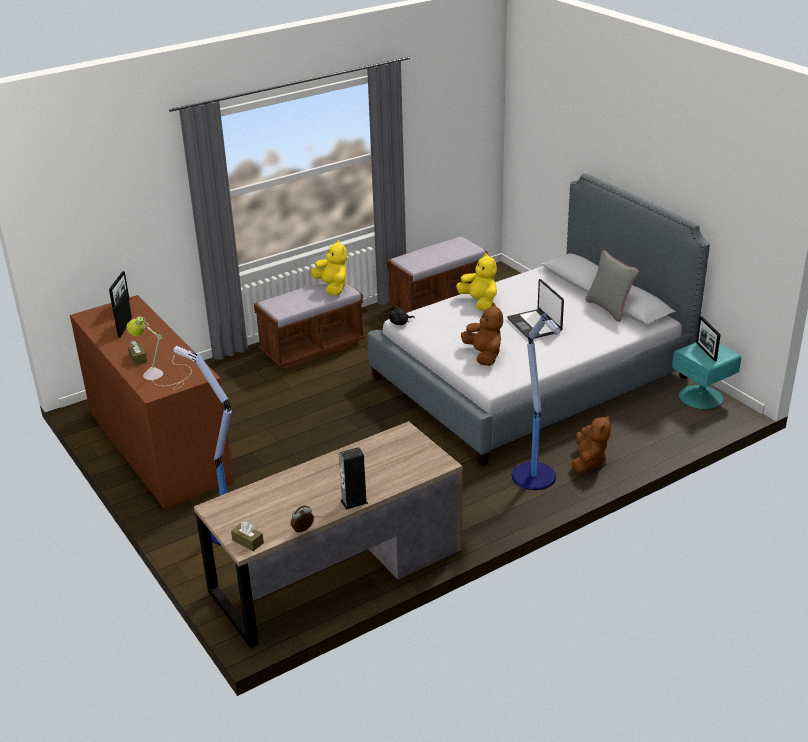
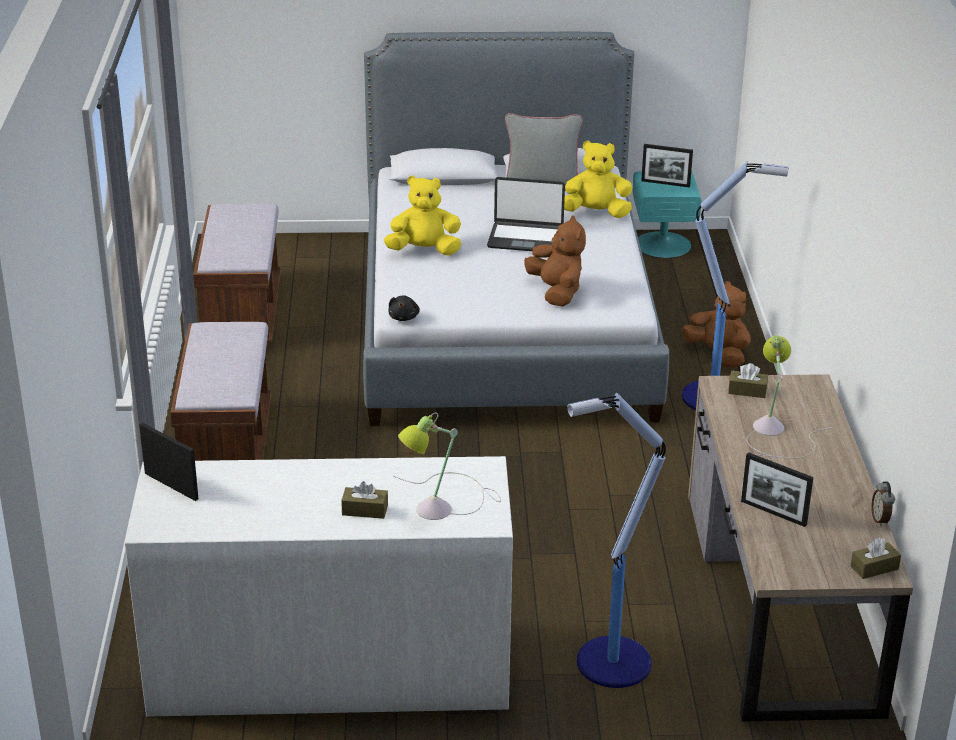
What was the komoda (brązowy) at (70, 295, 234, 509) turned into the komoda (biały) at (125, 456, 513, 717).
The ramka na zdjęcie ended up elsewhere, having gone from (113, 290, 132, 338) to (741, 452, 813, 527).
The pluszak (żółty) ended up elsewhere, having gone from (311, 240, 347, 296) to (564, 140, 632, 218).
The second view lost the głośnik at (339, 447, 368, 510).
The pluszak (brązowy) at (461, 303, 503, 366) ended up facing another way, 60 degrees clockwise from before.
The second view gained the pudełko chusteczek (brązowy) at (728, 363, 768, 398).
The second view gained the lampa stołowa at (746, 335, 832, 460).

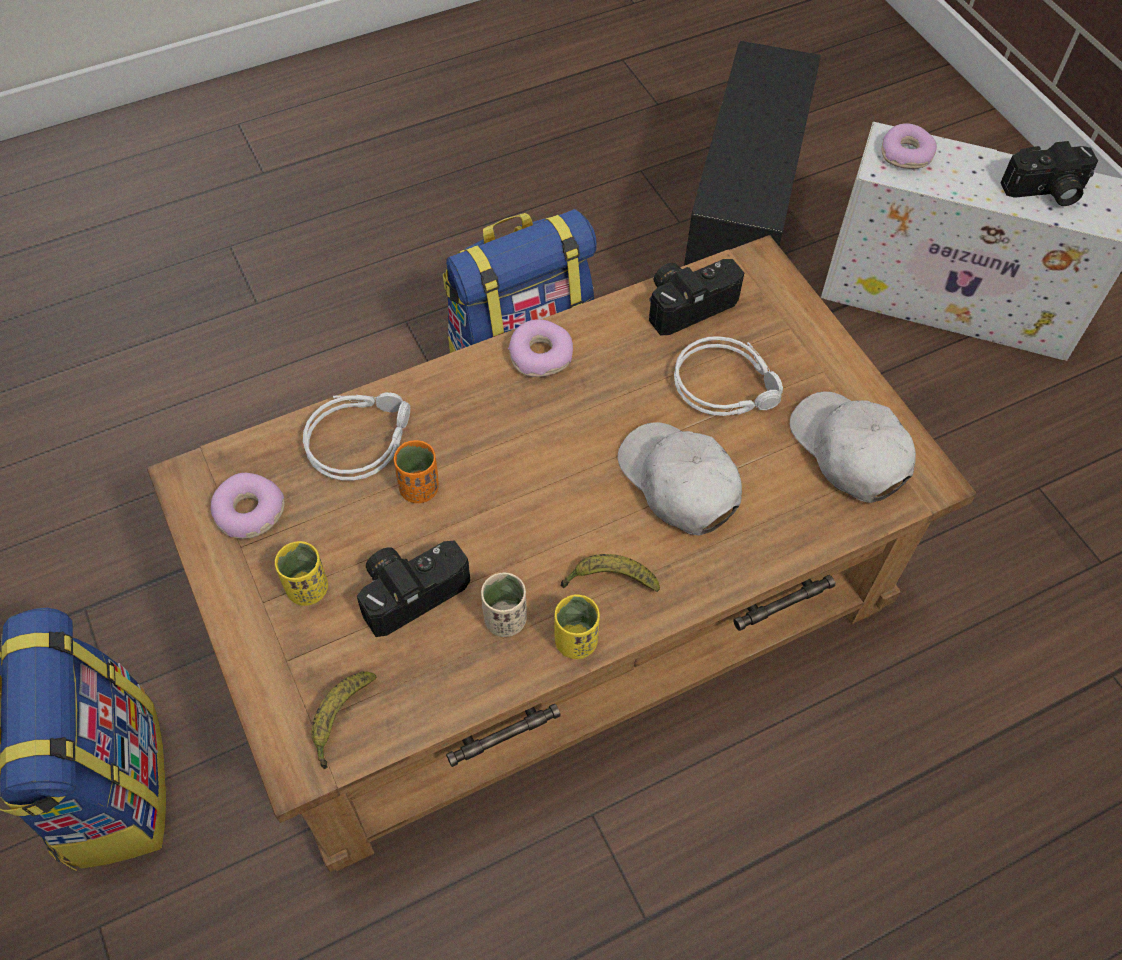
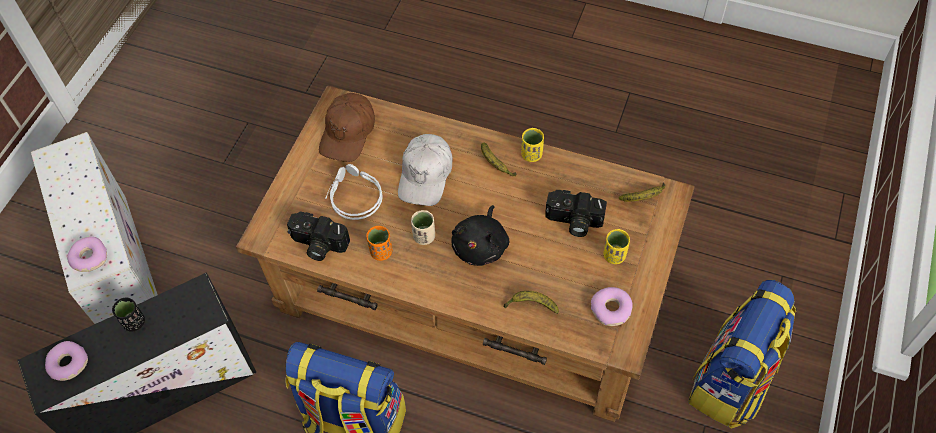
Where the słuchawki (szary) stood at (303, 392, 410, 481), the banan came to stand at (503, 291, 559, 314).
The filiżanka (pomarańczowy) ended up elsewhere, having gone from (394, 440, 439, 503) to (366, 226, 392, 261).
The filiżanka (beżowy) ended up elsewhere, having gone from (481, 572, 527, 637) to (411, 210, 435, 245).
The donut ended up elsewhere, having gone from (508, 319, 573, 377) to (45, 341, 88, 381).
What was the czapka z daszkiem (biały) at (790, 392, 916, 503) turned into the czapka z daszkiem (brązowy) at (319, 93, 375, 162).
The second view lost the aparat fotograficzny at (1000, 141, 1098, 206).
The second view gained the filiżanka (czarny) at (112, 298, 145, 332).
The second view gained the pluszak (czarny) at (451, 205, 509, 266).

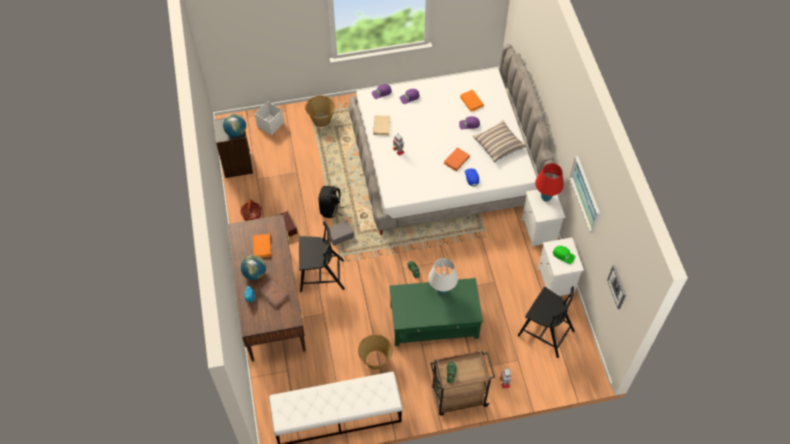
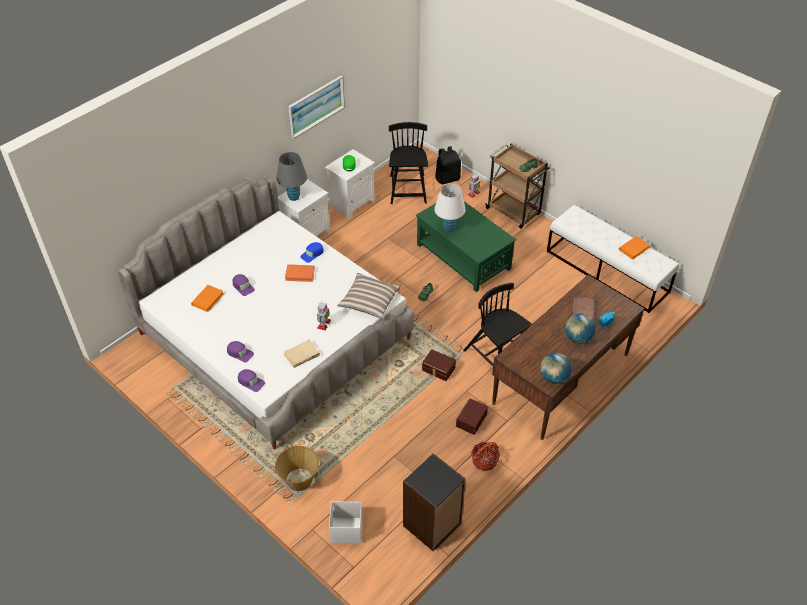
The globus ended up elsewhere, having gone from (223, 114, 246, 137) to (540, 353, 572, 384).
The książka (pomarańczowy) ended up elsewhere, having gone from (253, 234, 271, 258) to (619, 236, 650, 260).
The plecak (czarny) ended up elsewhere, having gone from (318, 186, 344, 218) to (435, 146, 461, 184).
What was the pojemnik do przechowywania (szary) at (329, 220, 354, 246) turned into the pojemnik do przechowywania (brązowy) at (422, 349, 456, 381).
The second view lost the koszyk at (358, 334, 393, 370).
The poduszka ended up elsewhere, having gone from (473, 120, 526, 162) to (337, 273, 401, 319).
What was the lampa stołowa (czerwony) at (535, 163, 564, 201) turned into the lampa stołowa (szary) at (277, 152, 307, 201).
The second view lost the obraz at (607, 265, 626, 309).

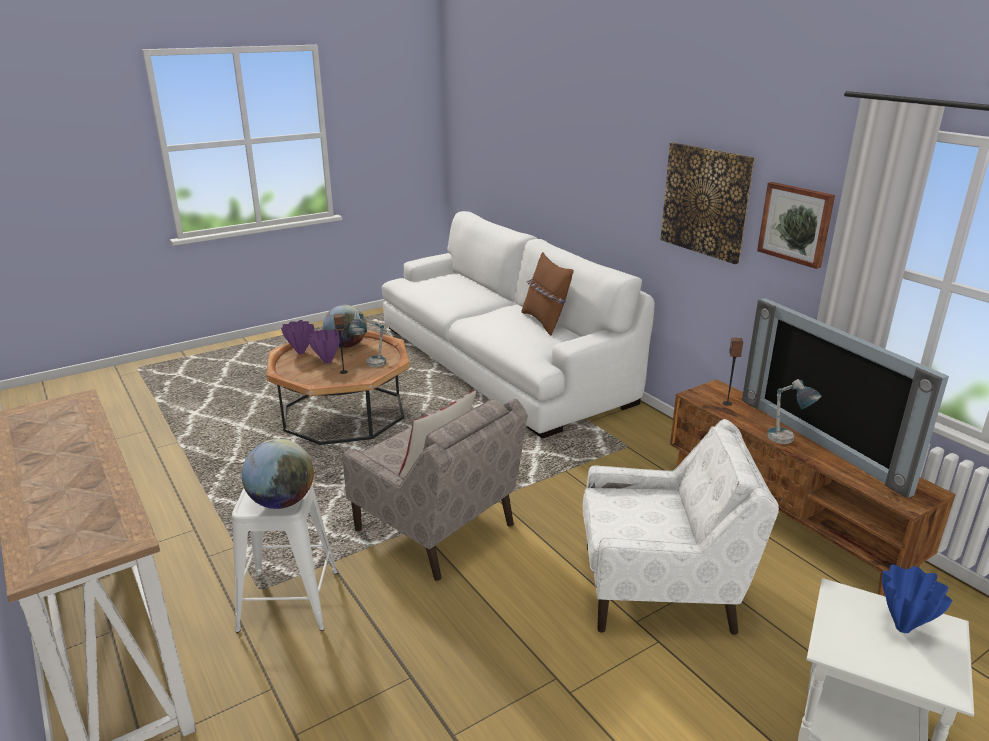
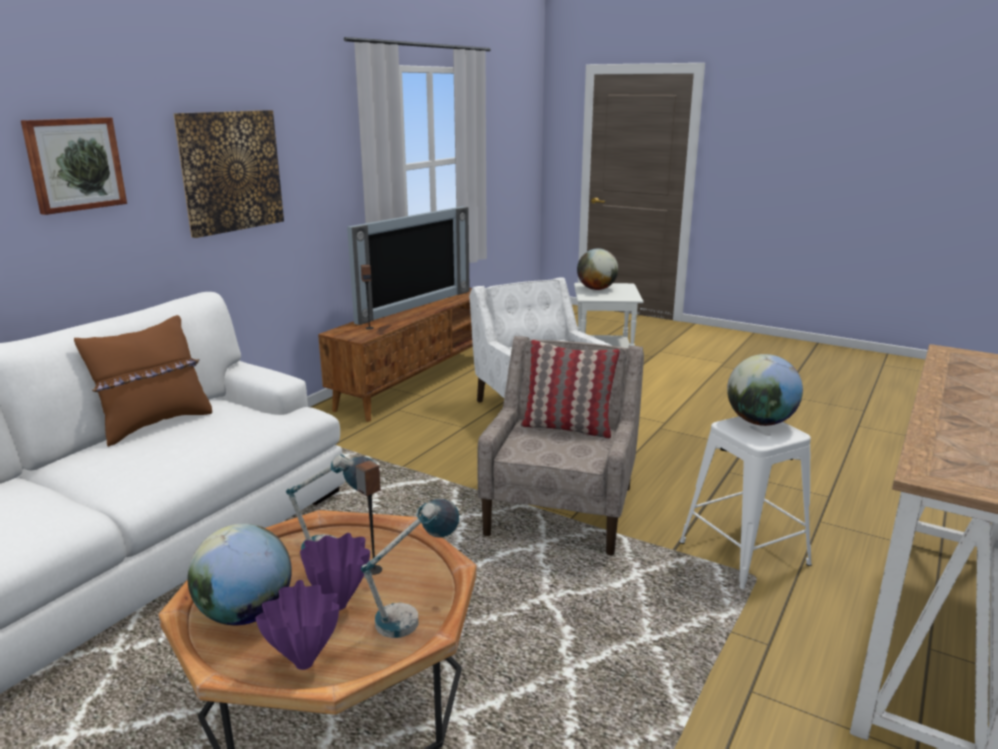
The obraz ended up elsewhere, having gone from (757, 182, 835, 269) to (21, 117, 127, 215).
The lampa stołowa ended up elsewhere, having gone from (767, 379, 822, 444) to (361, 499, 459, 638).
Where the wazon (niebieski) stood at (882, 564, 952, 633), the globus came to stand at (577, 248, 619, 290).

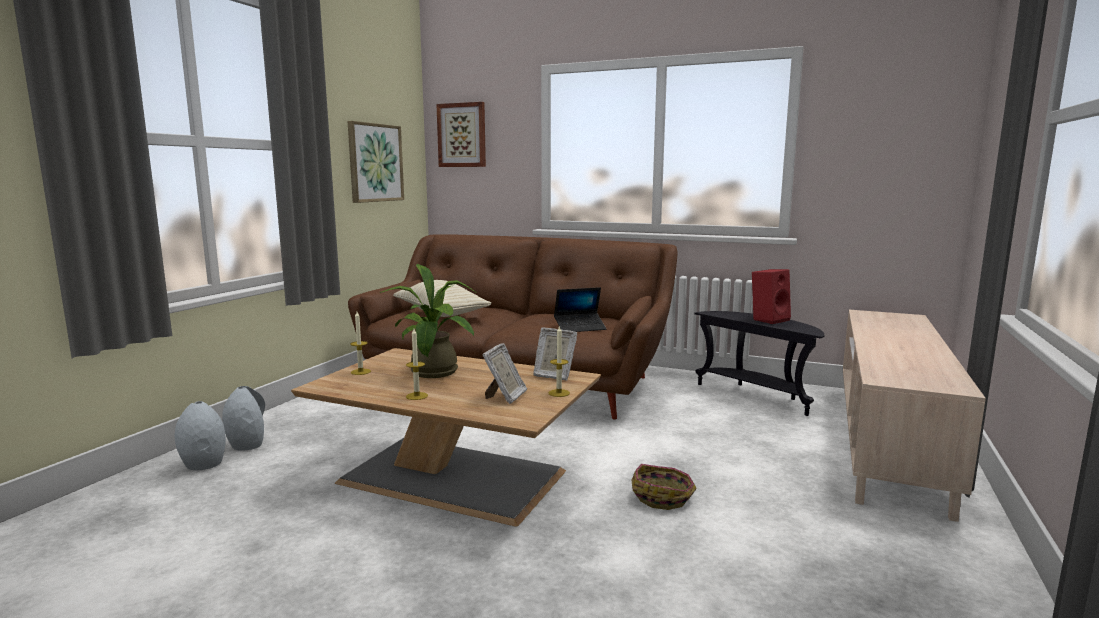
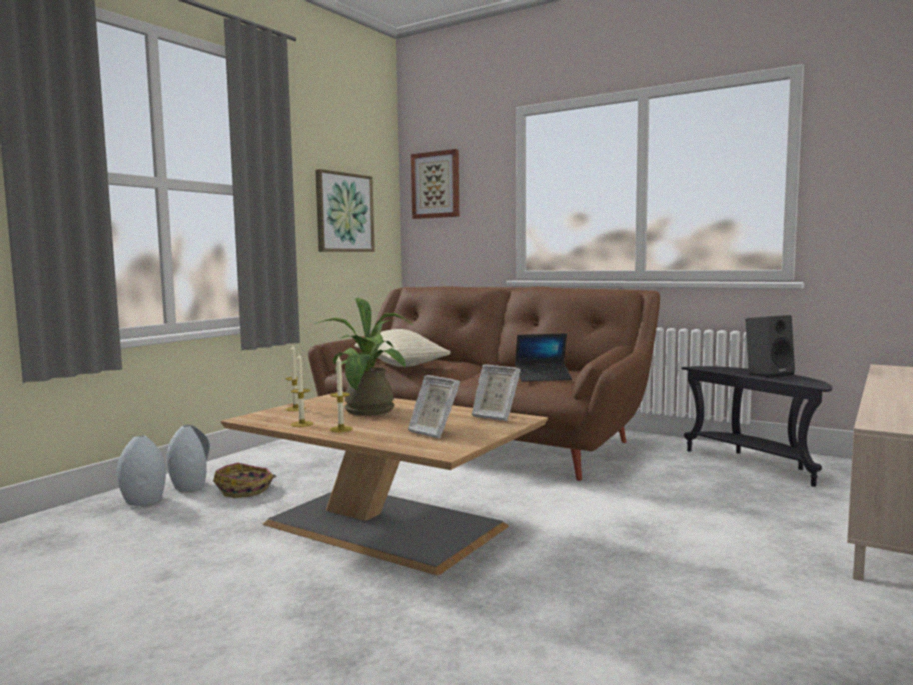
The ramka na zdjęcie at (482, 343, 527, 404) ended up facing another way, 105 degrees clockwise from before.
The świeca ended up elsewhere, having gone from (548, 326, 570, 397) to (291, 353, 313, 427).
The koszyk ended up elsewhere, having gone from (631, 464, 697, 510) to (213, 463, 276, 498).
What was the głośnik (czerwony) at (752, 269, 791, 324) turned into the głośnik (czarny) at (746, 315, 795, 378).

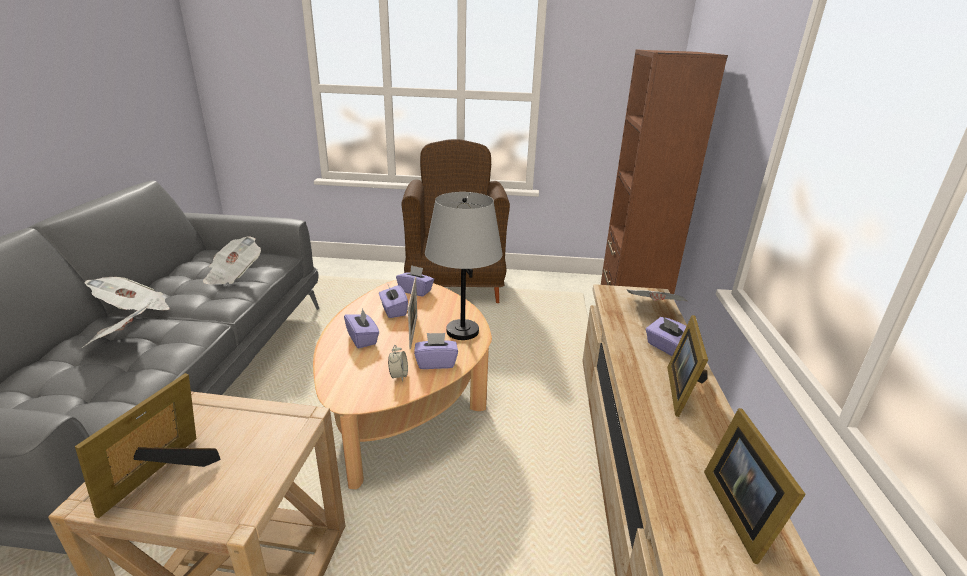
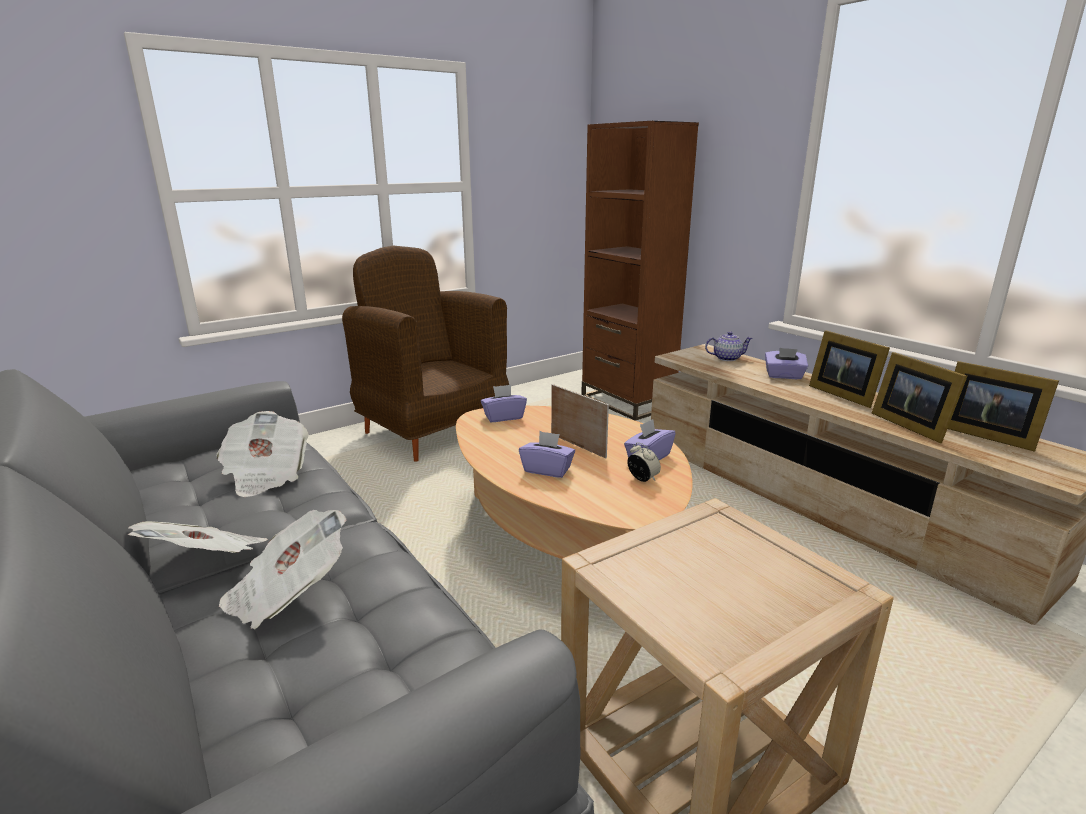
The ramka na zdjęcie ended up elsewhere, having gone from (75, 373, 220, 518) to (872, 352, 967, 443).
The second view lost the pudełko chusteczek (fioletowy) at (379, 283, 408, 318).
The second view lost the lampa stołowa (szary) at (425, 192, 503, 340).
Where the gazeta stood at (626, 289, 687, 301), the imbryk came to stand at (705, 331, 753, 361).

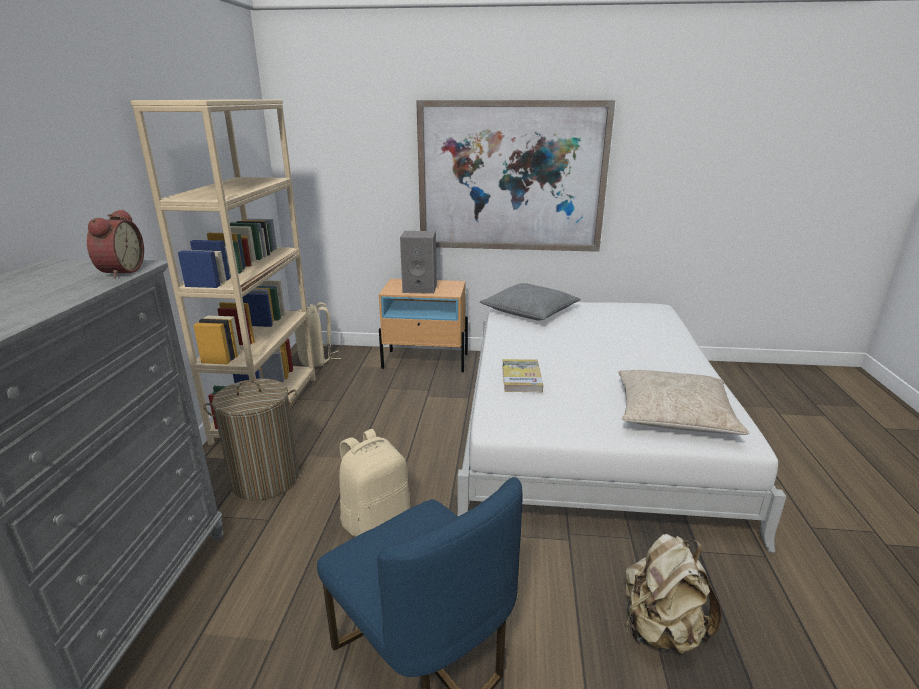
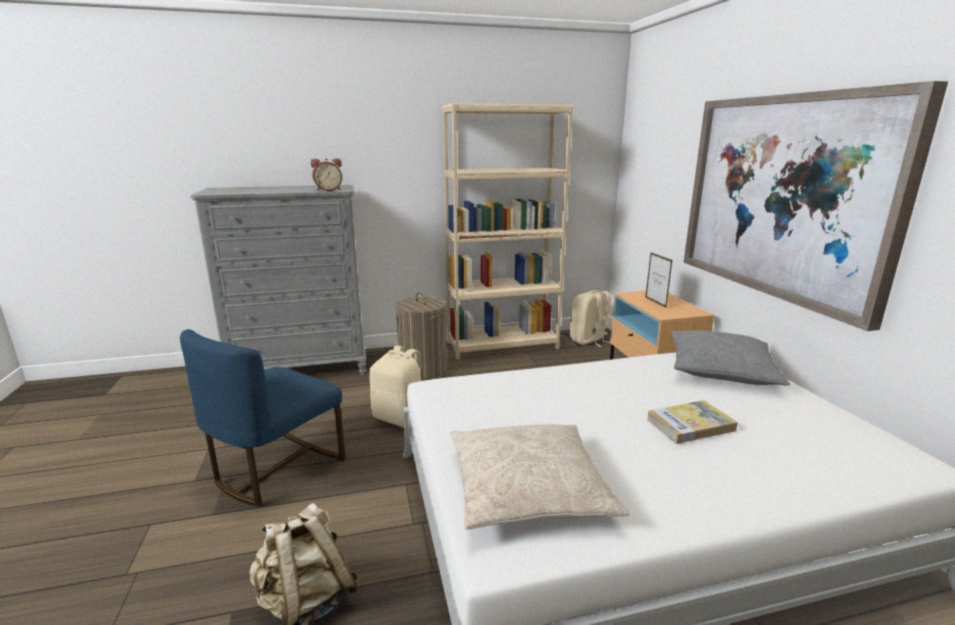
Where the głośnik (szary) stood at (400, 231, 437, 294), the ramka na zdjęcie came to stand at (645, 252, 673, 308).
The książka ended up elsewhere, having gone from (502, 359, 543, 392) to (646, 400, 738, 444).

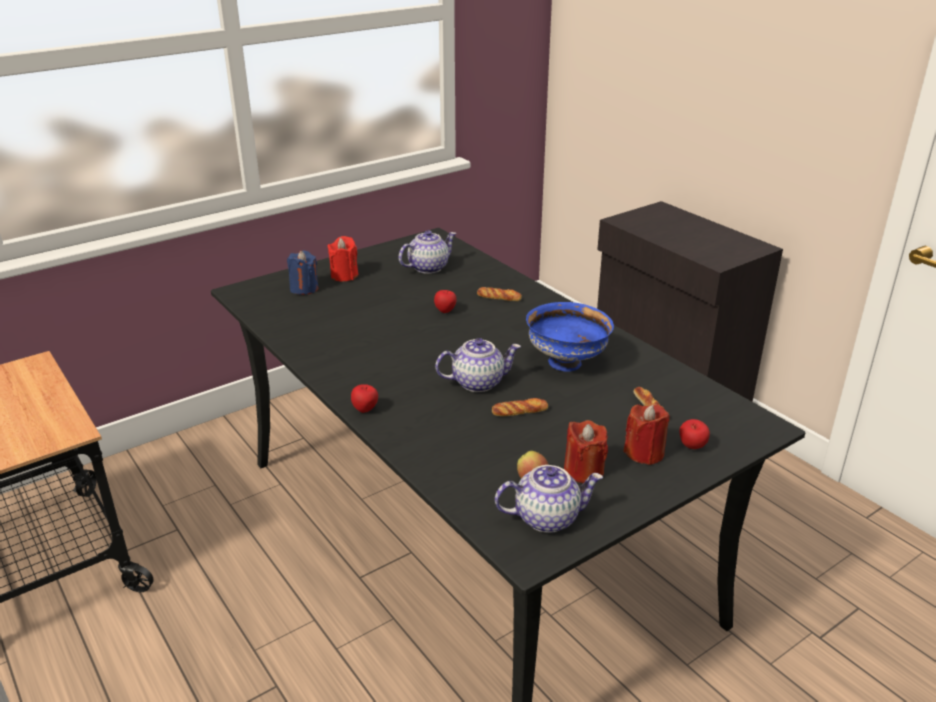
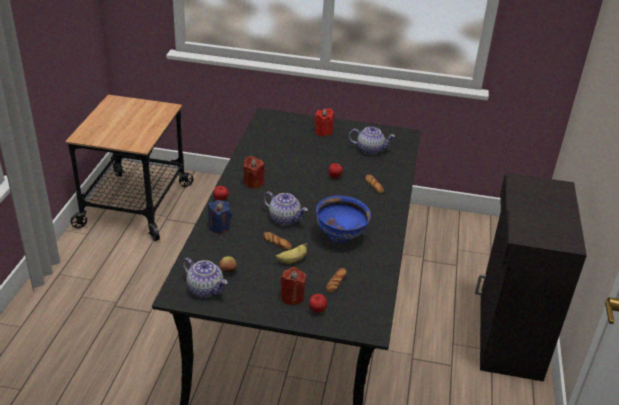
The świeca (niebieski) ended up elsewhere, having gone from (287, 250, 318, 295) to (208, 200, 232, 233).
The świeca (czerwony) ended up elsewhere, having gone from (564, 420, 608, 483) to (243, 156, 265, 189).
The second view gained the banan at (275, 243, 308, 264).

